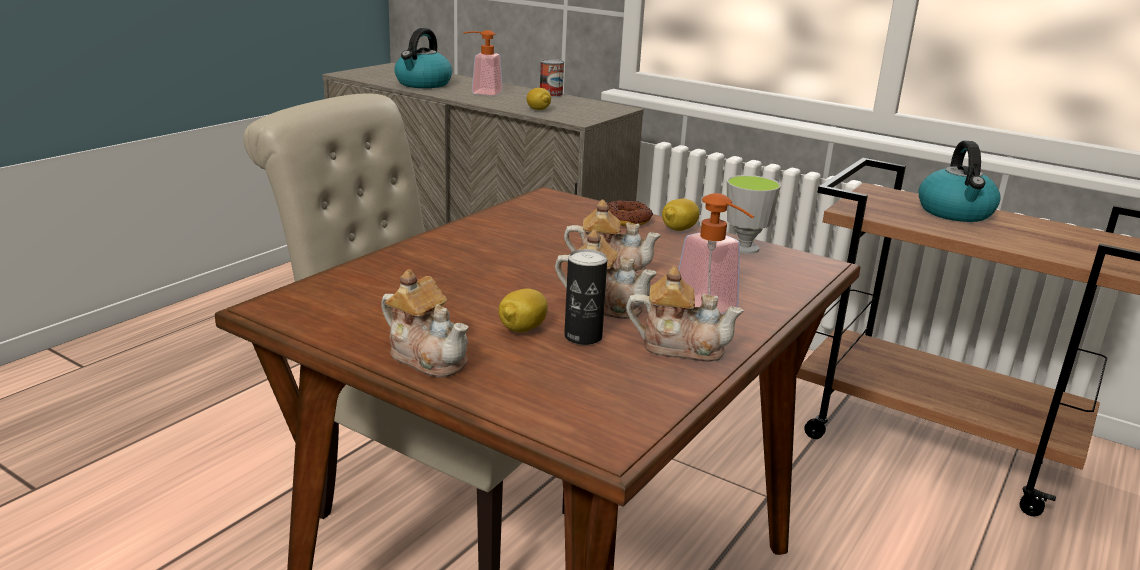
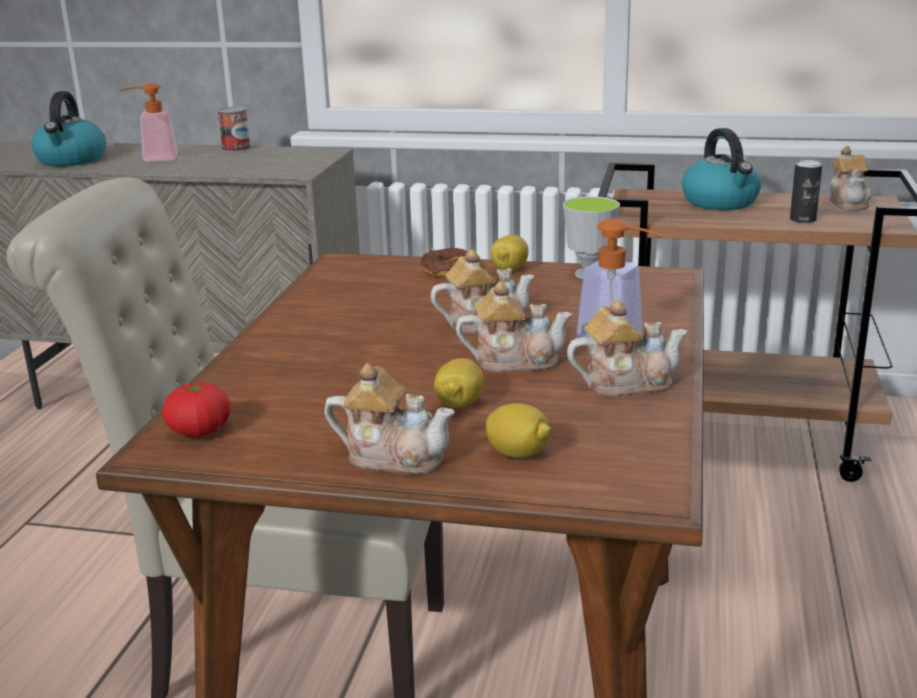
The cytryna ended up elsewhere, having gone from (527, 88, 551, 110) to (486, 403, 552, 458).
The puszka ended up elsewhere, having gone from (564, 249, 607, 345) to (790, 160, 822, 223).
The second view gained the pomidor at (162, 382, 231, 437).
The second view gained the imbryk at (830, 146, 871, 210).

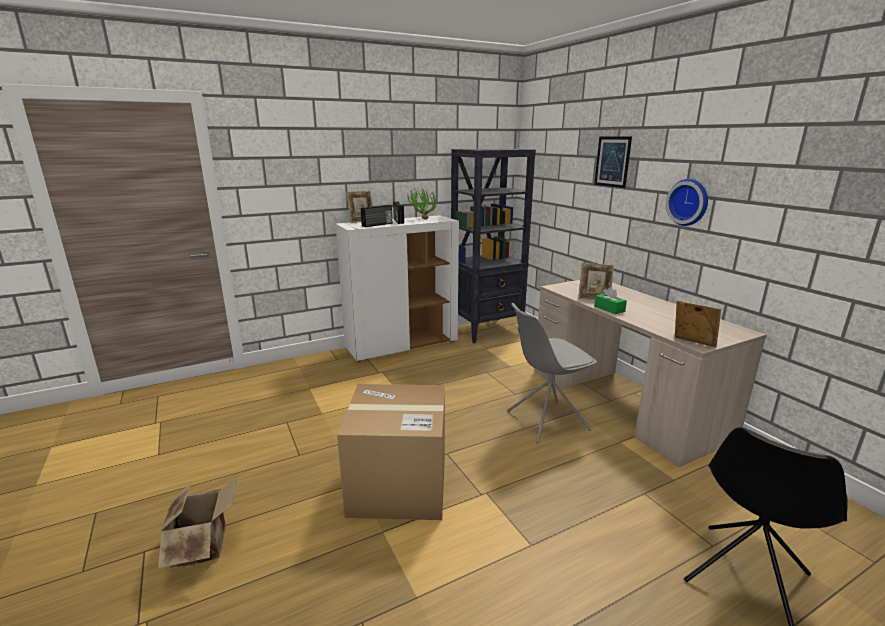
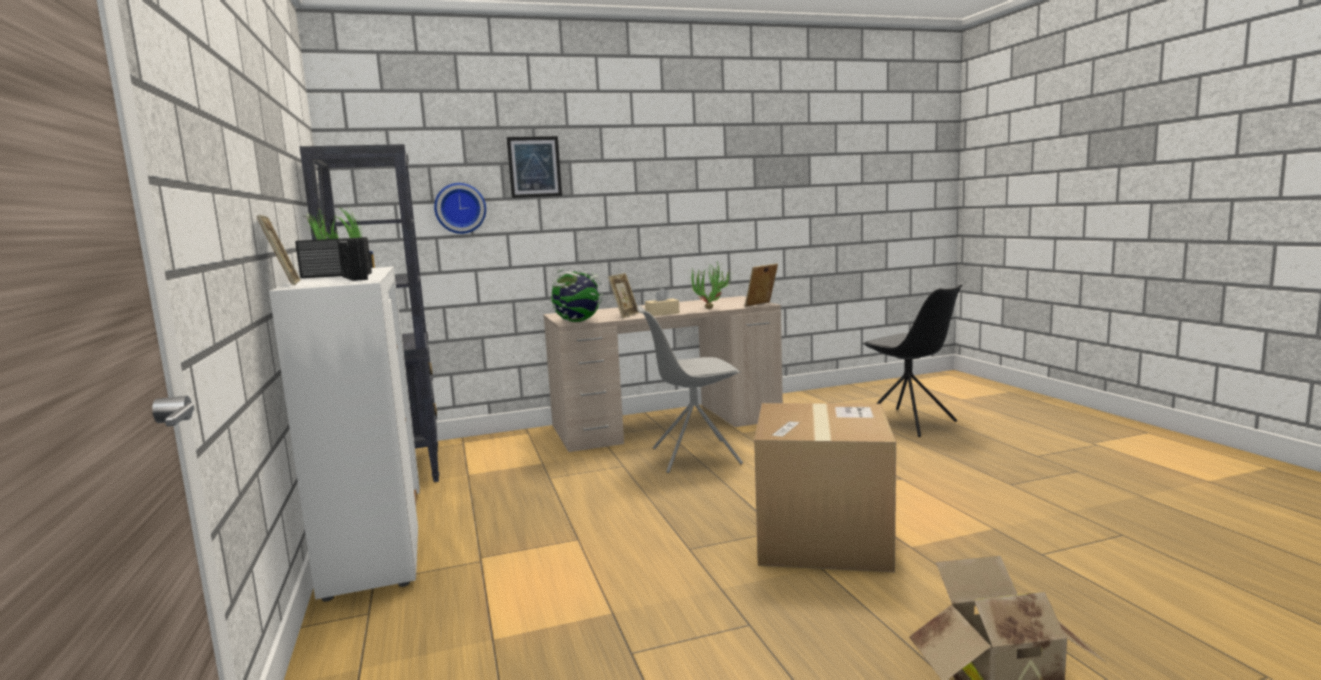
The krzesło (szary) at (507, 303, 597, 443) ended up facing another way, 90 degrees clockwise from before.
What was the pudełko chusteczek (zielony) at (594, 287, 627, 314) turned into the pudełko chusteczek (beżowy) at (645, 288, 680, 316).
The zegar ścienny ended up elsewhere, having gone from (665, 179, 708, 226) to (434, 183, 486, 234).
The second view gained the globus at (550, 269, 603, 322).
The second view gained the roślina doniczkowa at (690, 262, 732, 309).

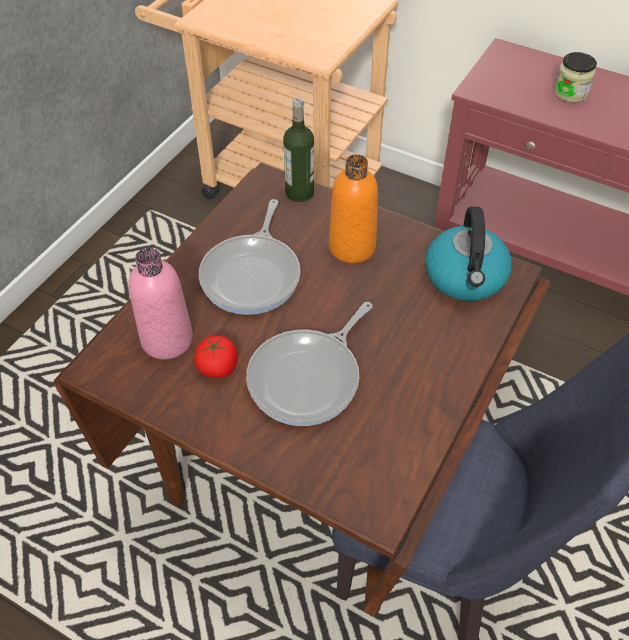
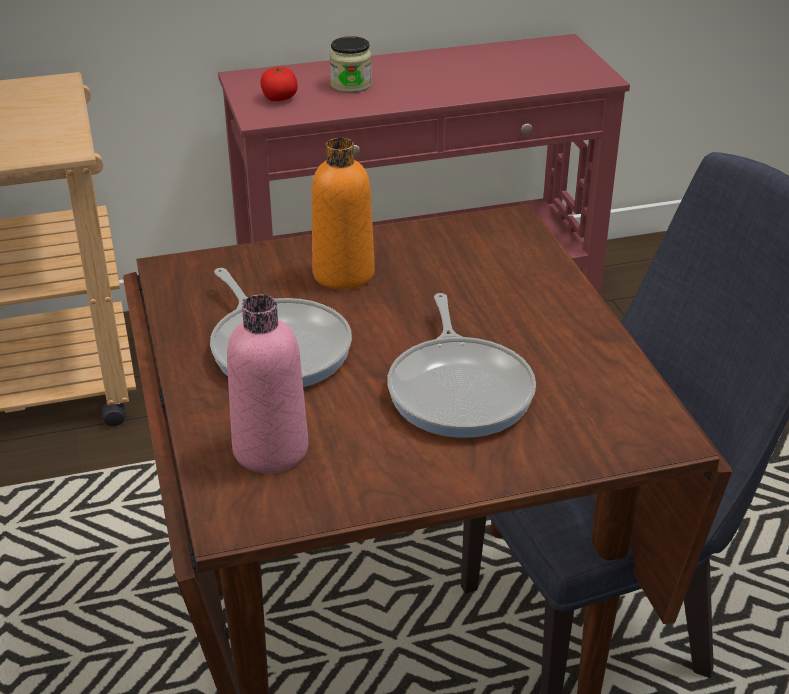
The pomidor ended up elsewhere, having gone from (194, 335, 238, 378) to (260, 67, 298, 101).
The second view lost the butelka at (283, 98, 314, 202).
The second view lost the czajnik at (425, 207, 512, 301).

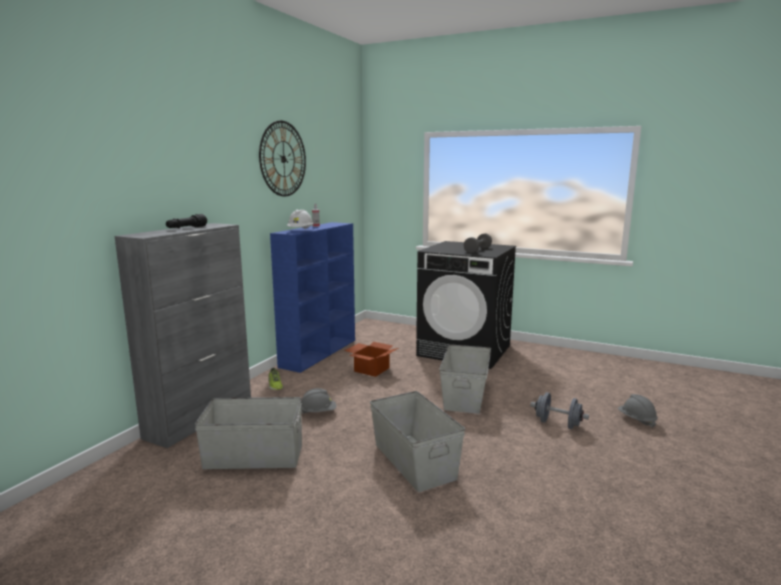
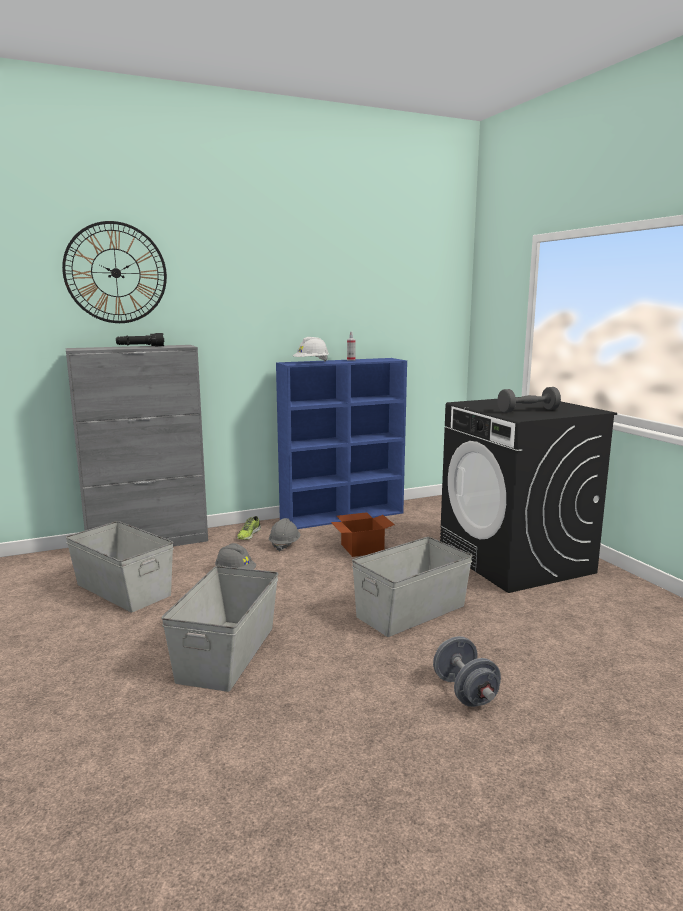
The zegar ścienny ended up elsewhere, having gone from (259, 121, 306, 196) to (62, 221, 167, 323).
The kask (szary) ended up elsewhere, having gone from (618, 394, 658, 428) to (269, 518, 300, 552).

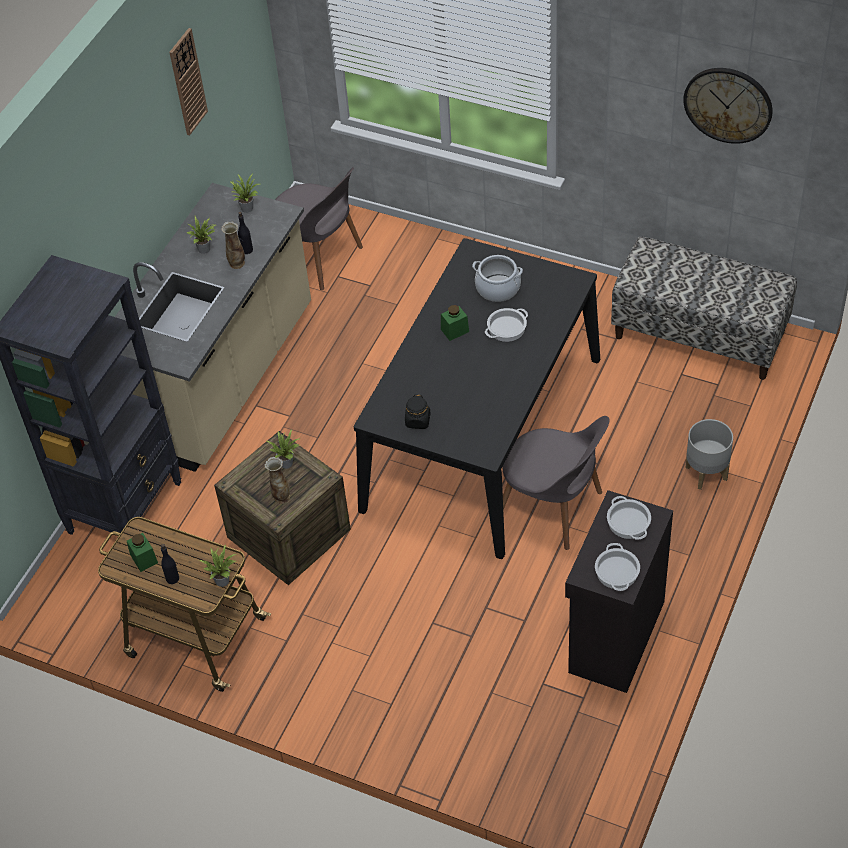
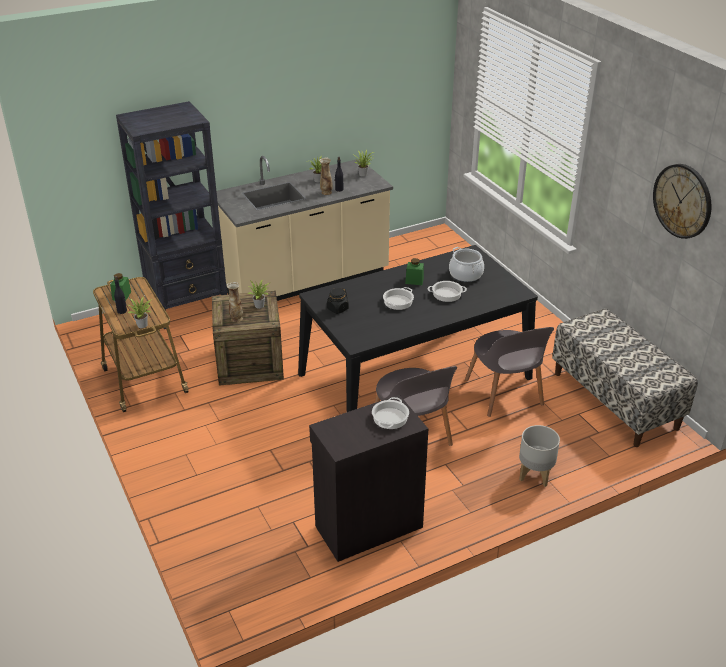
The second view lost the zegar ścienny at (169, 28, 208, 135).
The krzesło (szary) ended up elsewhere, having gone from (275, 167, 363, 290) to (465, 327, 554, 417).
The garnek ended up elsewhere, having gone from (595, 543, 640, 591) to (383, 287, 414, 310).

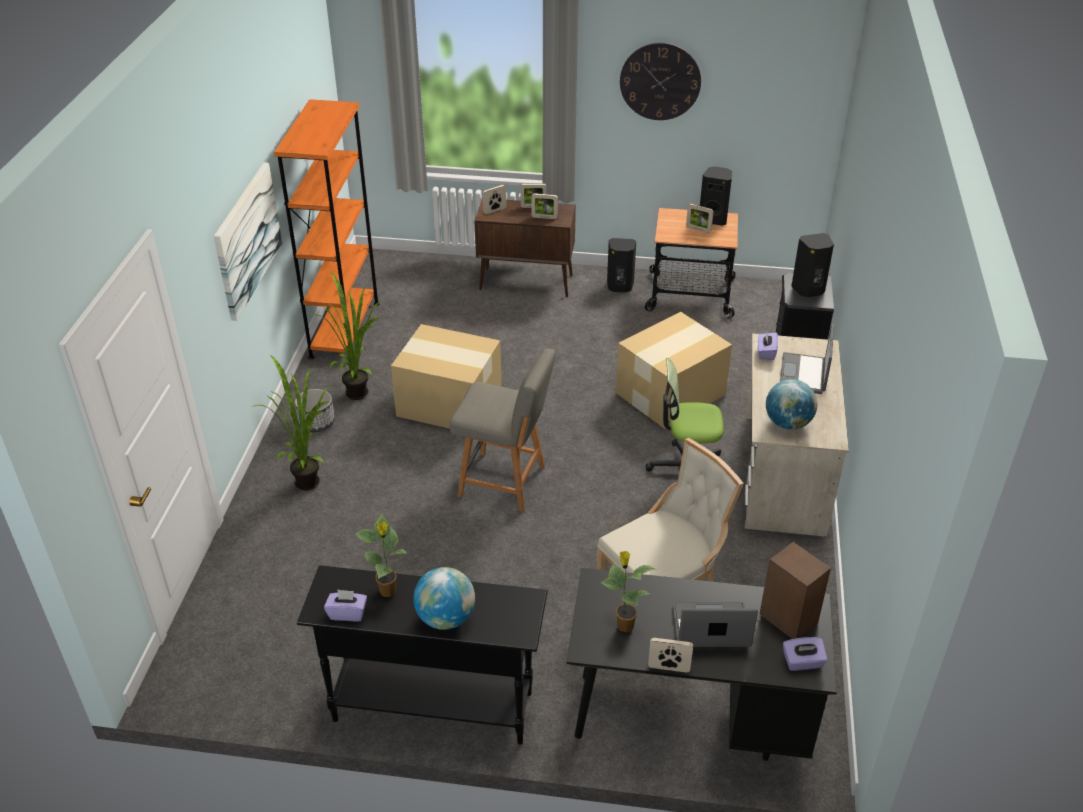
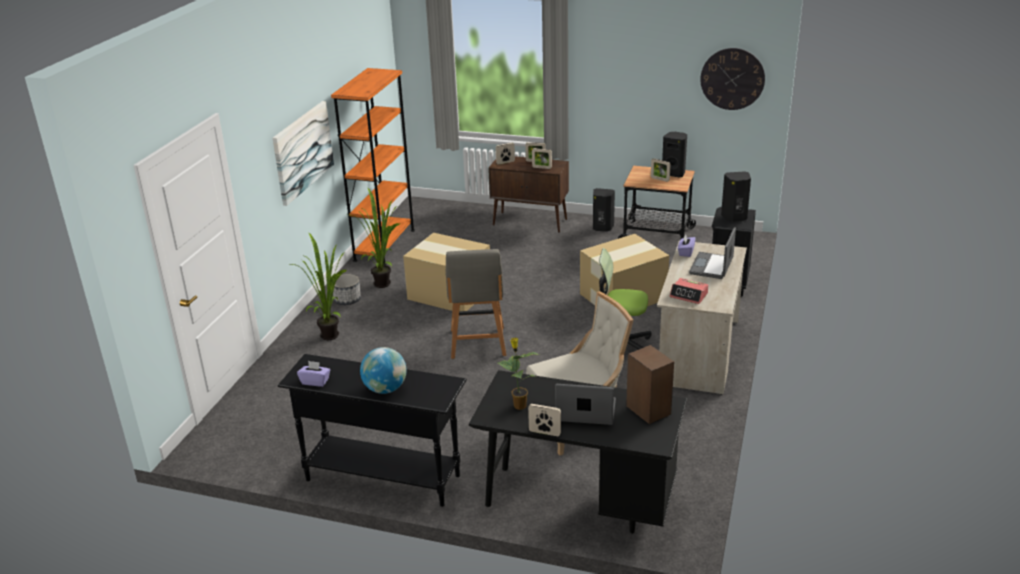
The second view lost the roślina doniczkowa at (355, 514, 407, 597).
The krzesło (szary) at (450, 348, 556, 512) ended up facing another way, 60 degrees clockwise from before.
The zegar ścienny ended up elsewhere, having gone from (620, 42, 701, 120) to (700, 48, 765, 110).
Where the globus stood at (766, 379, 817, 430), the budzik came to stand at (670, 278, 708, 304).
The second view lost the pudełko chusteczek (fioletowy) at (783, 637, 828, 671).

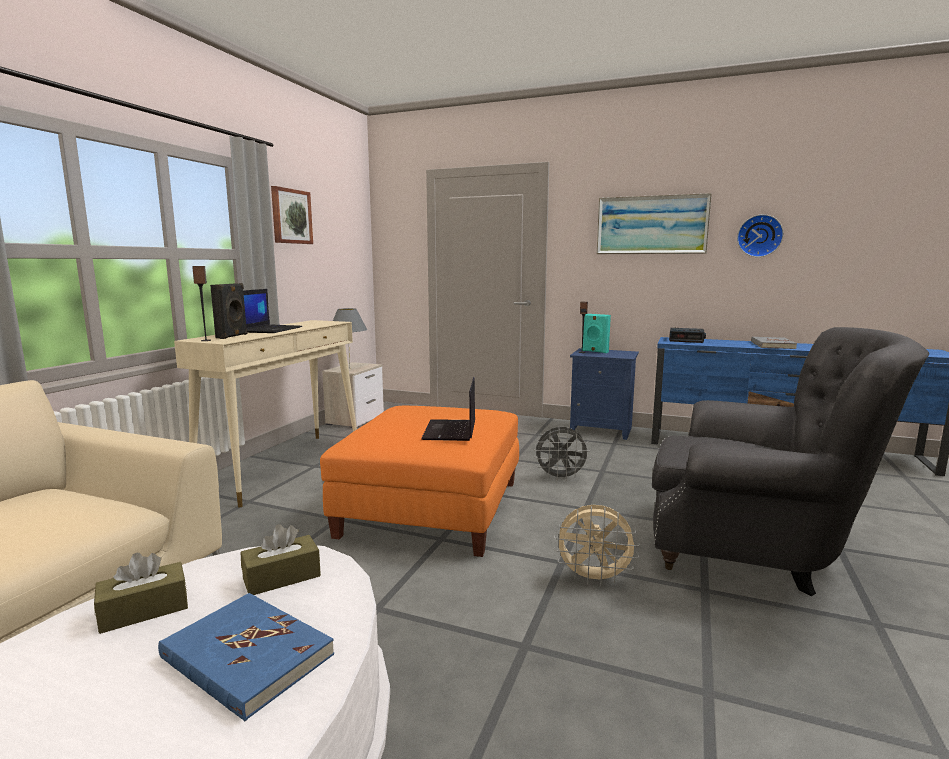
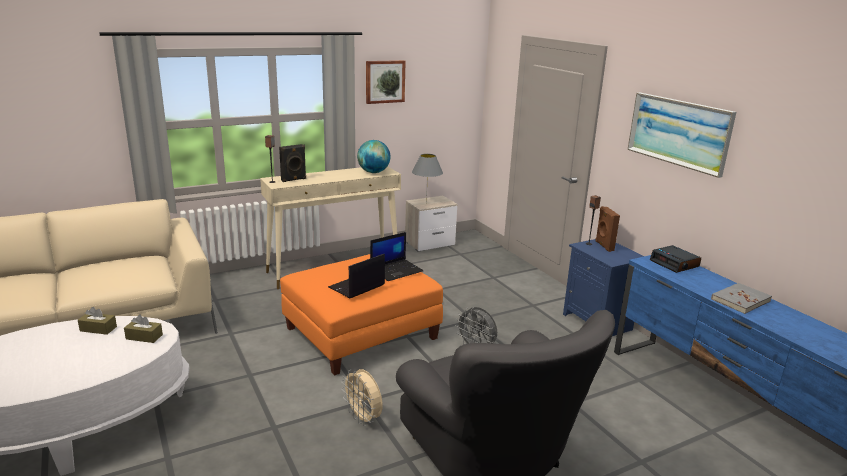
The second view lost the książka (niebieski) at (158, 593, 334, 721).
The laptop ended up elsewhere, having gone from (243, 289, 302, 333) to (370, 232, 424, 281).
What was the głośnik (turkusowy) at (581, 314, 611, 353) turned into the głośnik (brązowy) at (595, 206, 620, 252).
The second view lost the zegar ścienny at (737, 214, 784, 257).
The second view gained the globus at (357, 140, 390, 173).

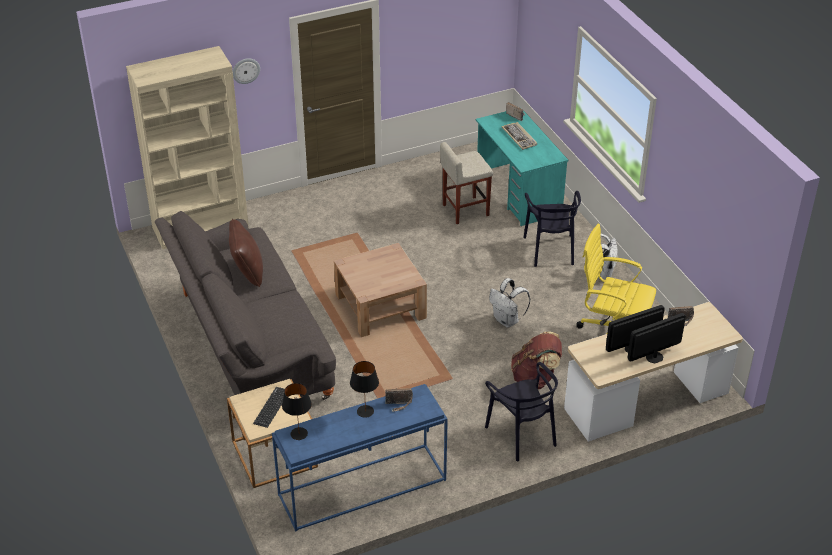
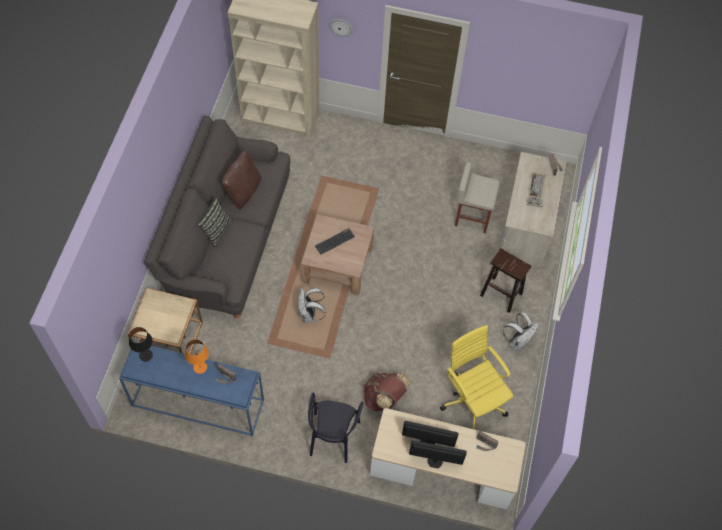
The klawiatura ended up elsewhere, having gone from (253, 387, 285, 428) to (315, 228, 355, 254).
What was the lampa stołowa (czarny) at (350, 361, 379, 418) turned into the lampa stołowa (pomarańczowy) at (185, 339, 208, 374).
What was the biurko (turkusowy) at (476, 108, 568, 226) turned into the biurko (beżowy) at (501, 152, 567, 267).
The plecak (biały) ended up elsewhere, having gone from (489, 278, 530, 328) to (298, 288, 326, 323).
Where the krzesło (czarny) stood at (523, 191, 581, 267), the stołek (brązowy) came to stand at (480, 248, 531, 313).
The second view gained the poduszka at (197, 197, 233, 247).

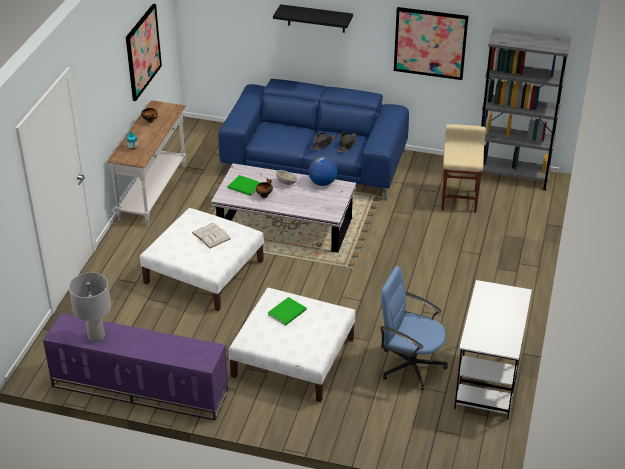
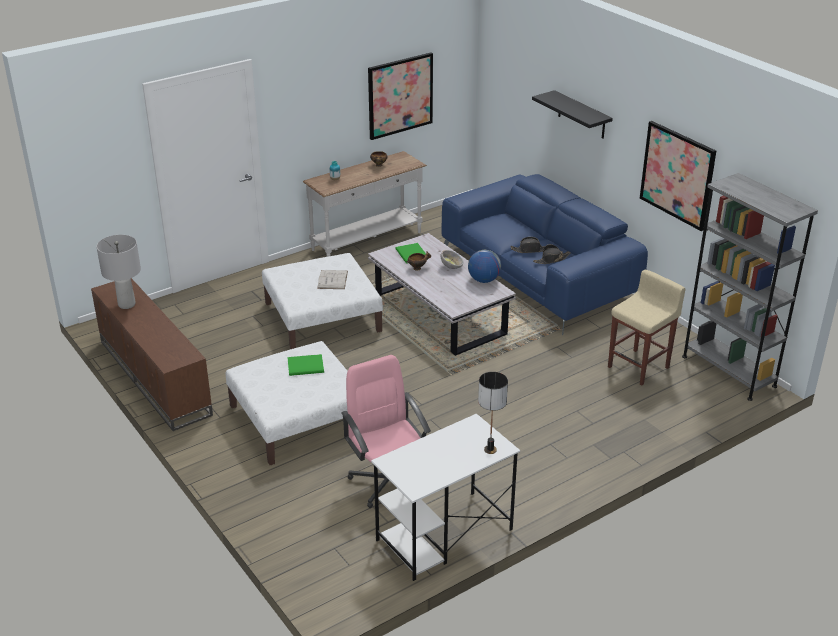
What was the szafka pod telewizor (fioletowy) at (43, 313, 228, 420) turned into the szafka pod telewizor (brązowy) at (91, 278, 213, 431).
What was the krzesło biurowe (niebieski) at (380, 266, 448, 391) turned into the krzesło biurowe (różowy) at (341, 355, 431, 508).
The second view gained the lampa stołowa at (478, 372, 508, 454).

